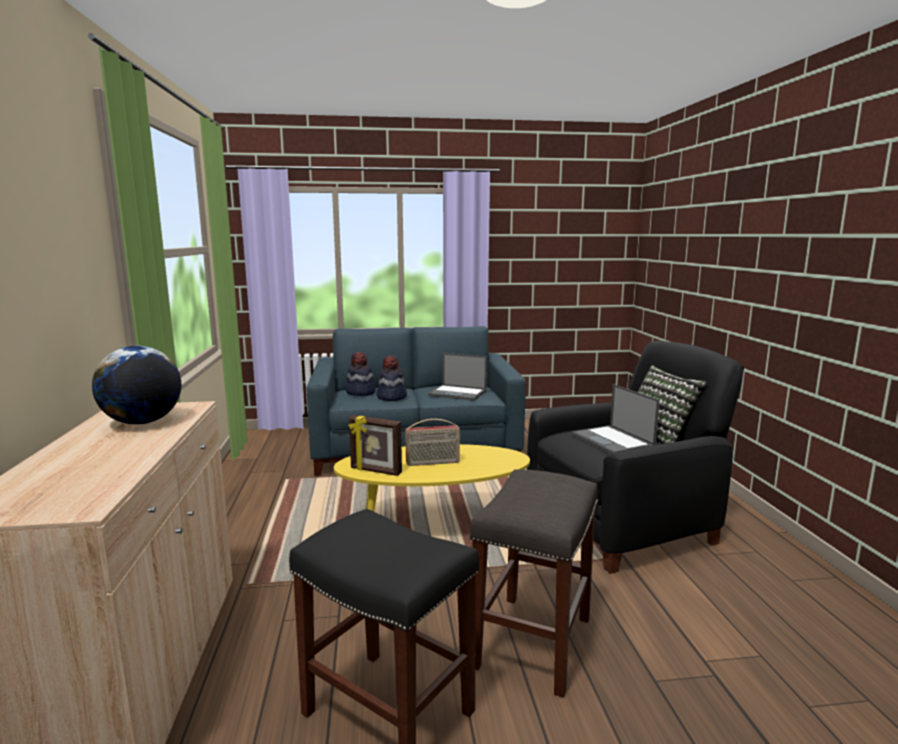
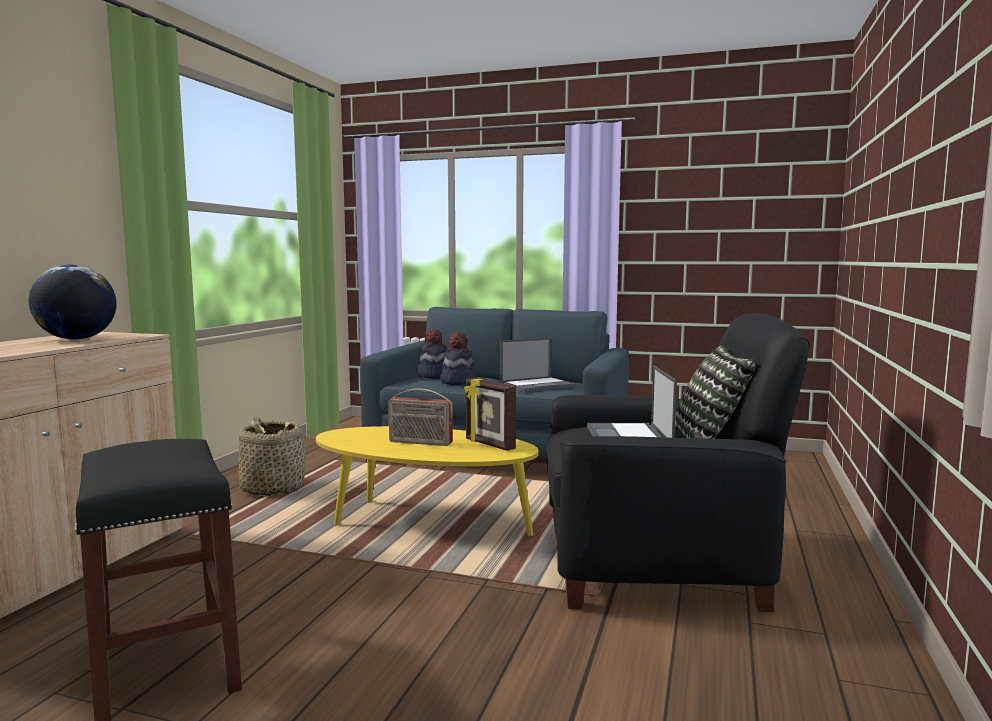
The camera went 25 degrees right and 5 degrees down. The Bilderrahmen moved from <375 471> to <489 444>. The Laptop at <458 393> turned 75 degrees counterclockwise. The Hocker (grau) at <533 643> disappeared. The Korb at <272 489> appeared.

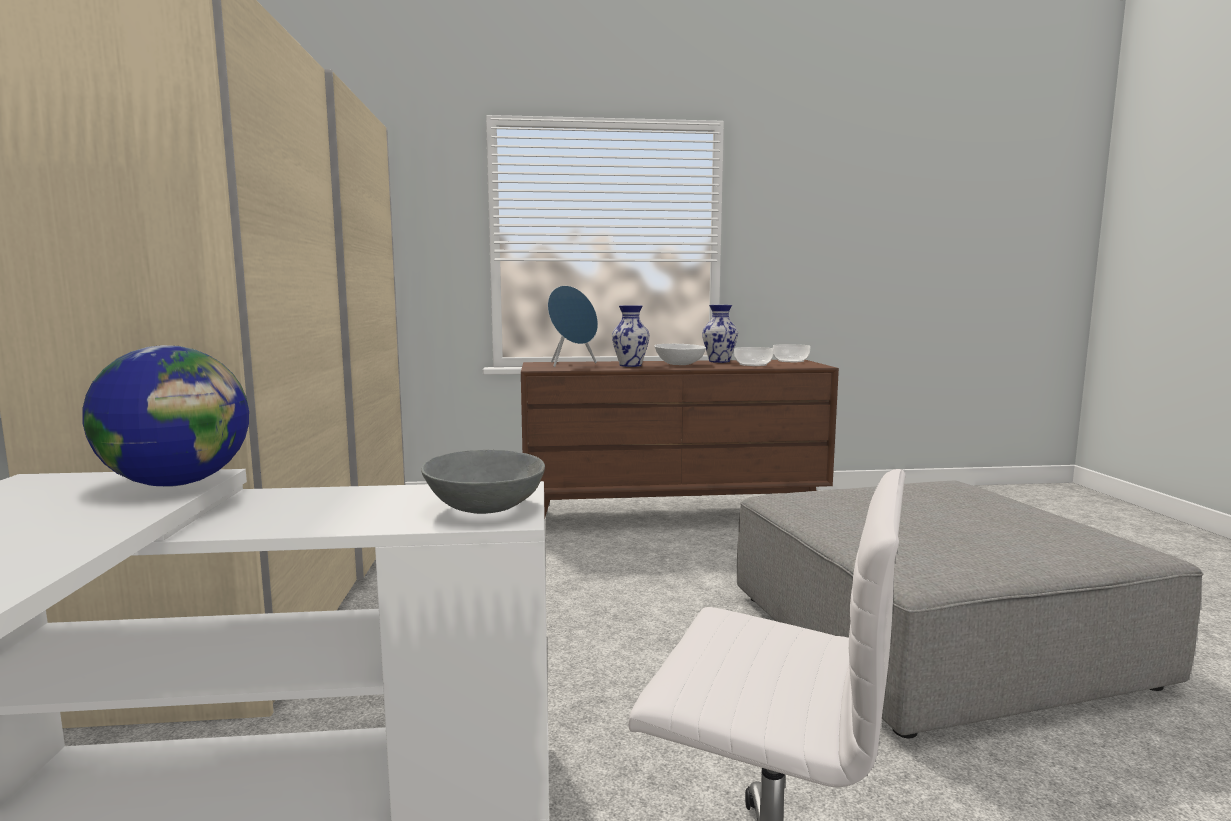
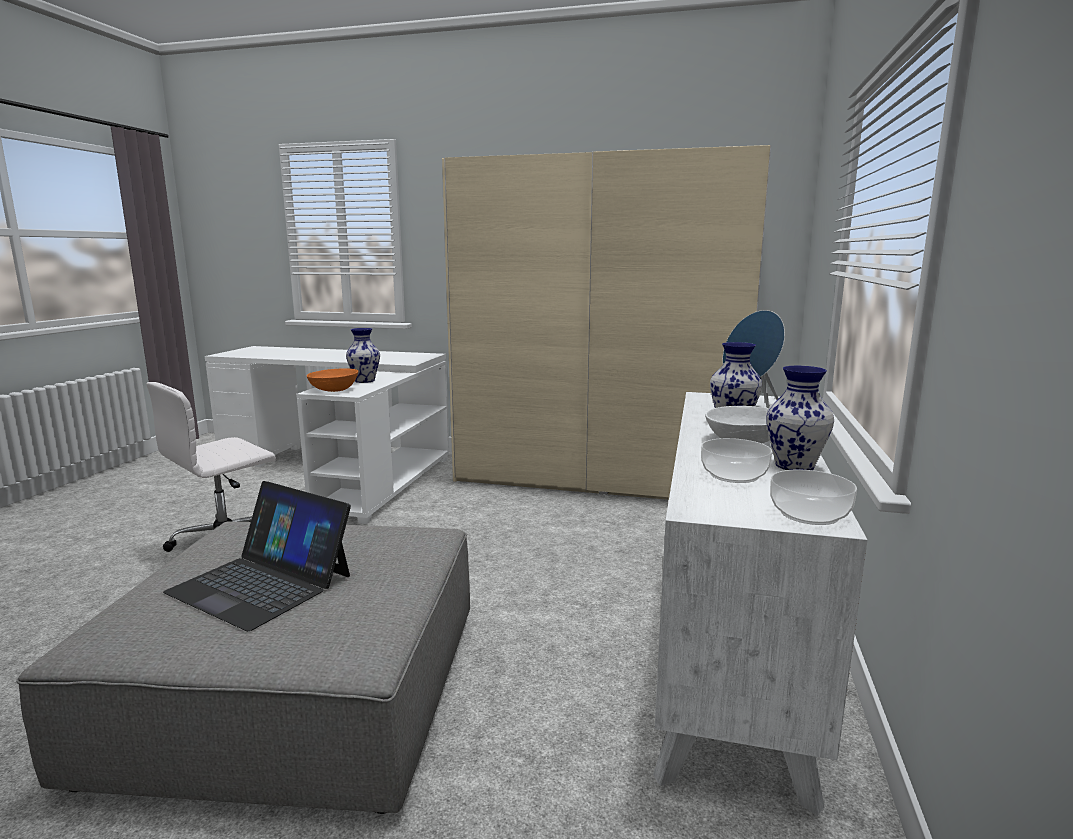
The camera went 110 degrees right and 5 degrees up. The Globus at <178 483> disappeared. The Schüssel (grau) at <483 507> became the Schüssel (orange) at <334 390>. The Kommode (braun) at <673 515> became the Kommode (weiß) at <729 645>. The Laptop at <262 583> appeared. The Vase at <365 381> appeared.

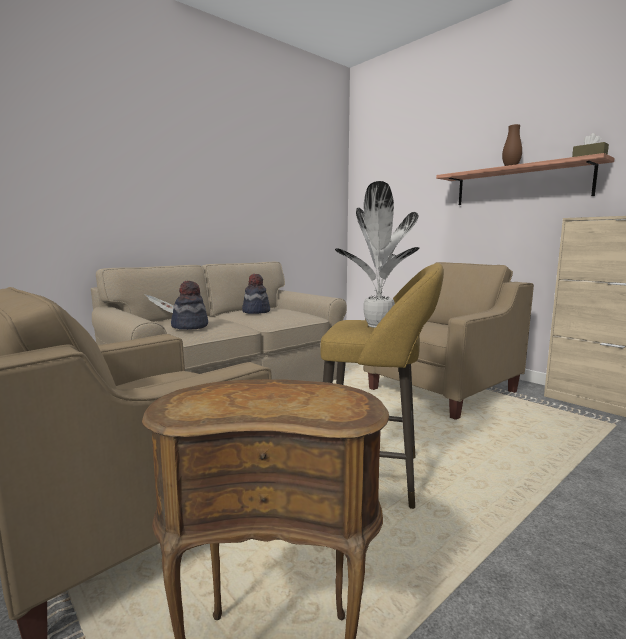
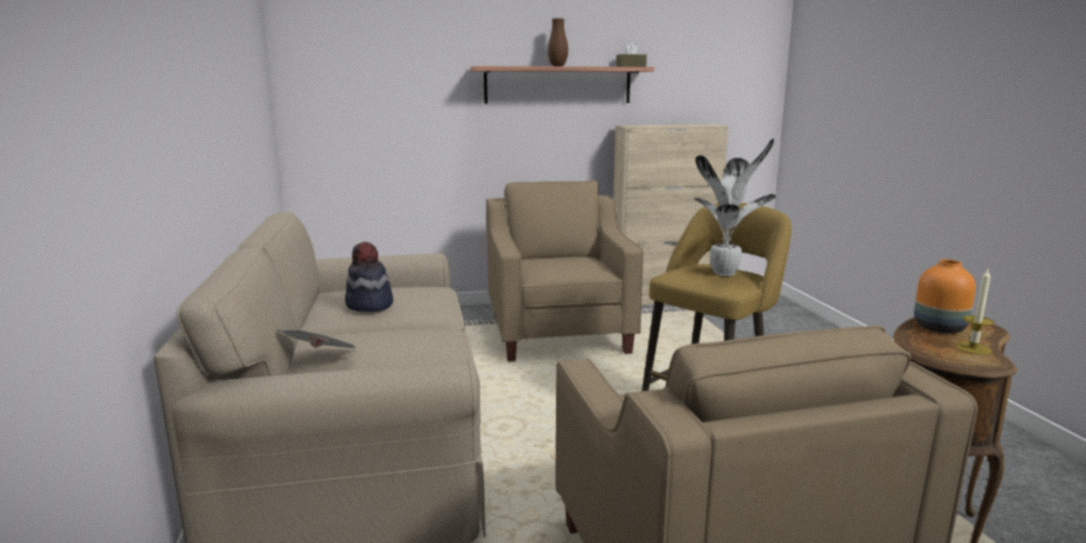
The camera went 60 degrees left and 5 degrees up. The Hut at <190 326> disappeared. The Vase (orange) at <937 328> appeared. The Kerze at <973 348> appeared.

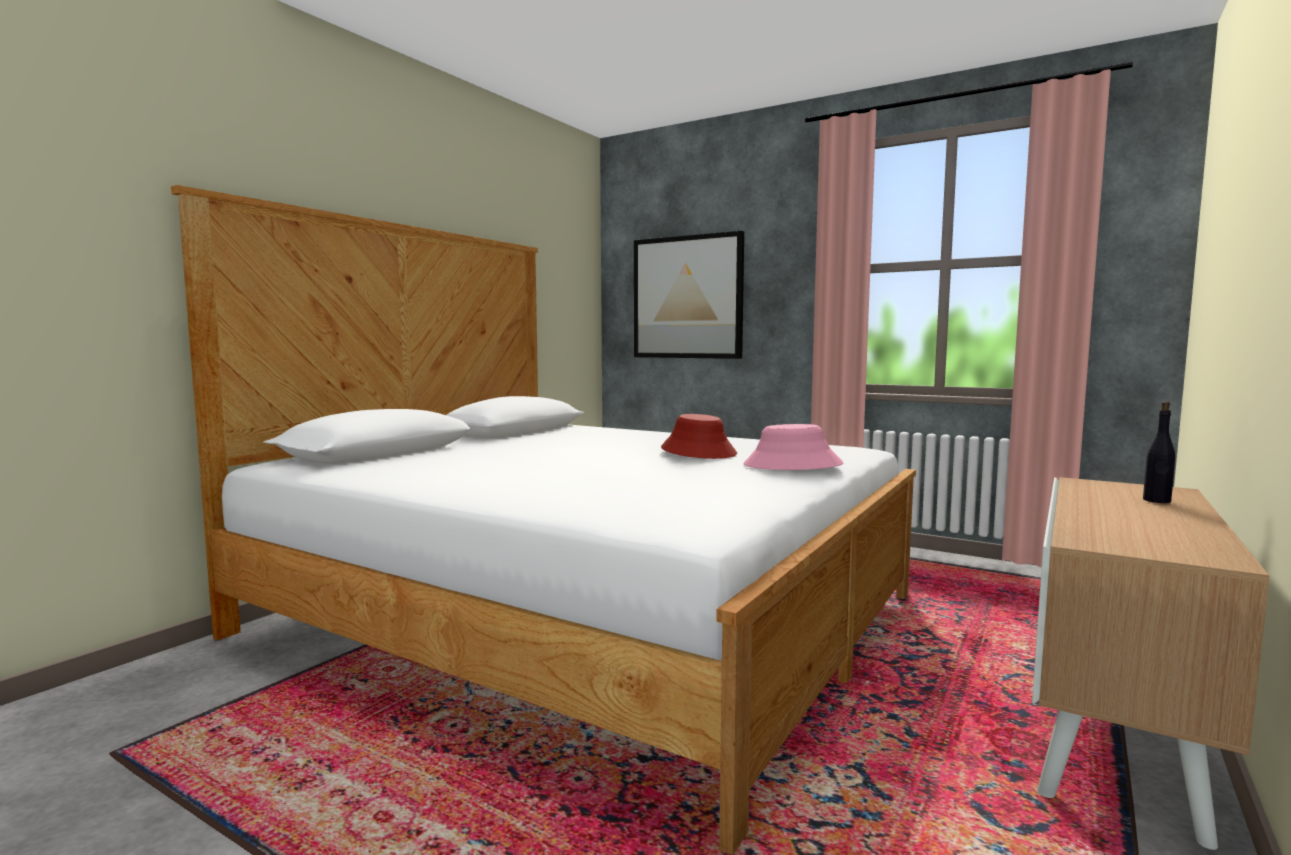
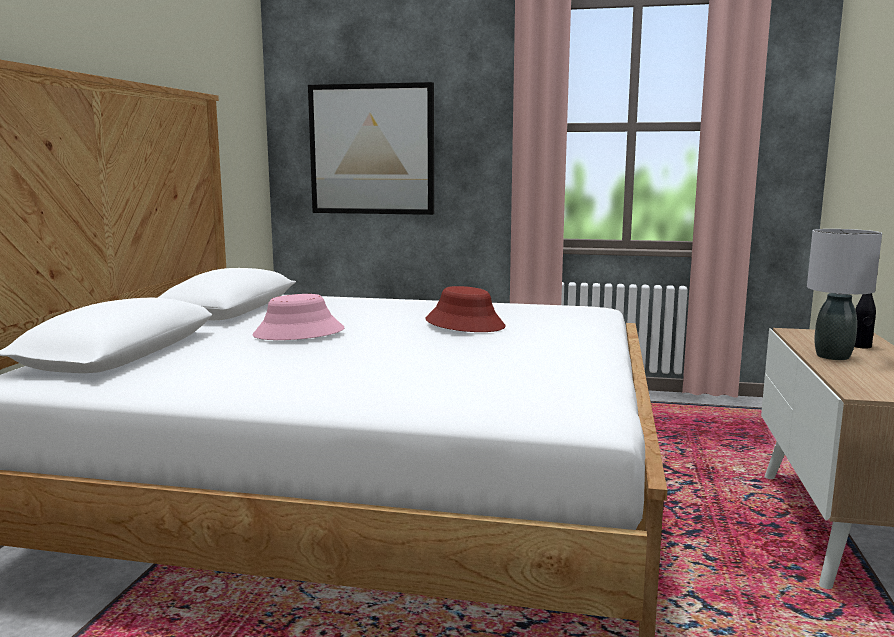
The camera went 20 degrees left and 5 degrees up. The Hut (rosa) moved from <792 465> to <298 333>. The Tischlampe (grau) at <832 356> appeared.

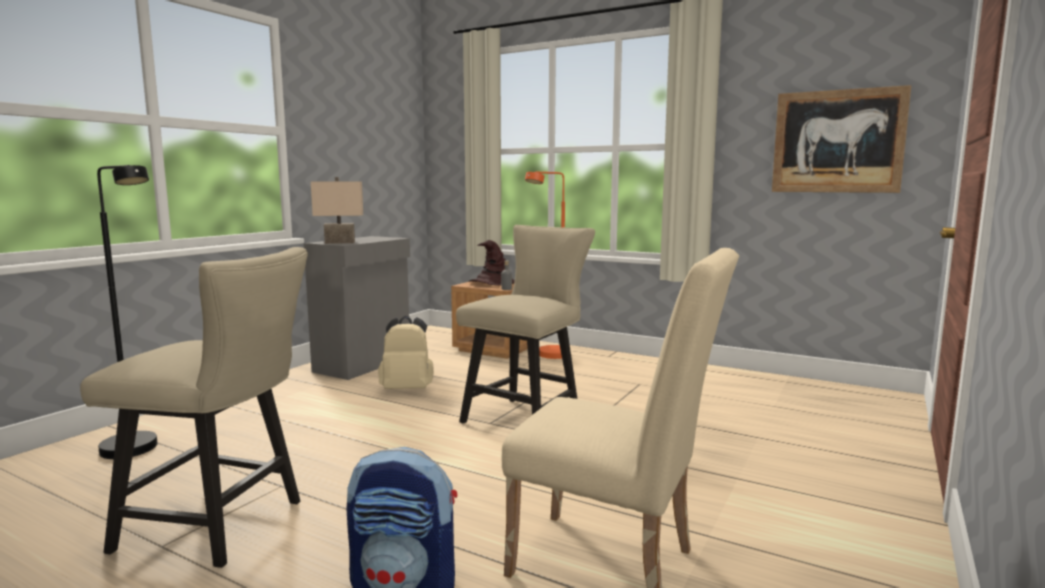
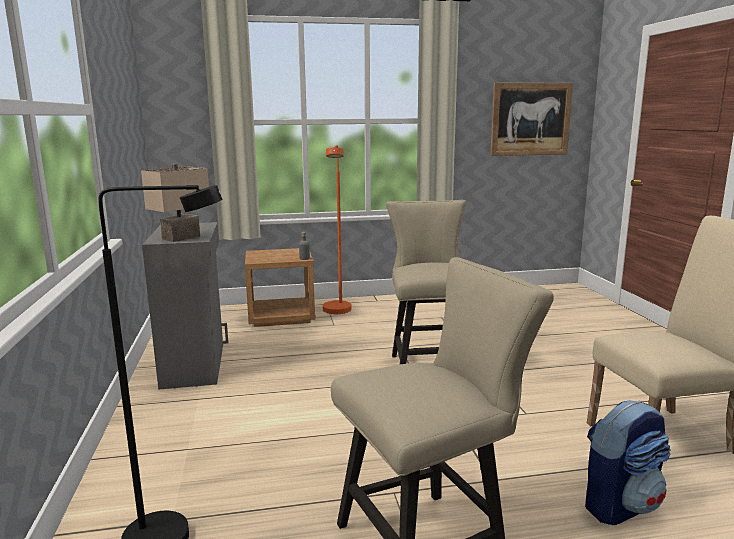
The camera went 40 degrees left and 5 degrees up. The Rucksack (beige) at <407 389> disappeared. The Hut (braun) at <492 283> disappeared.

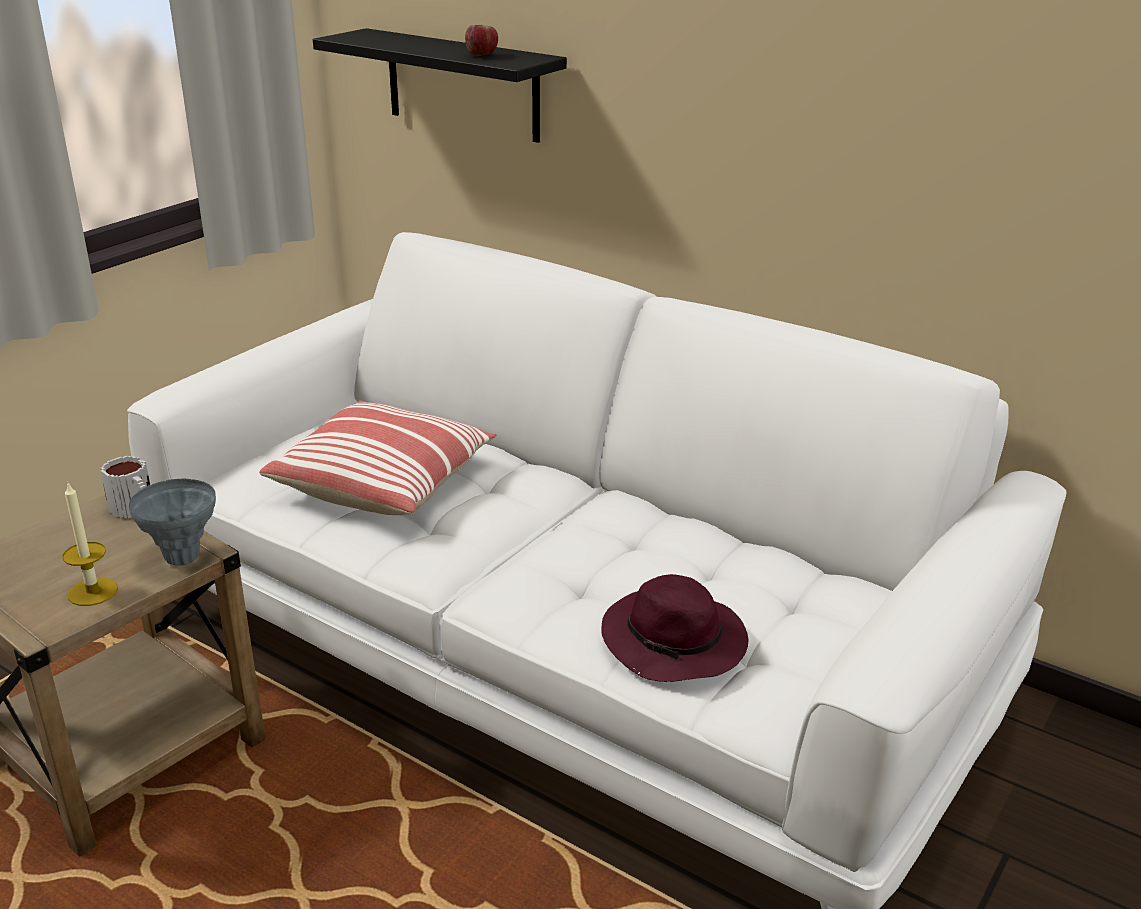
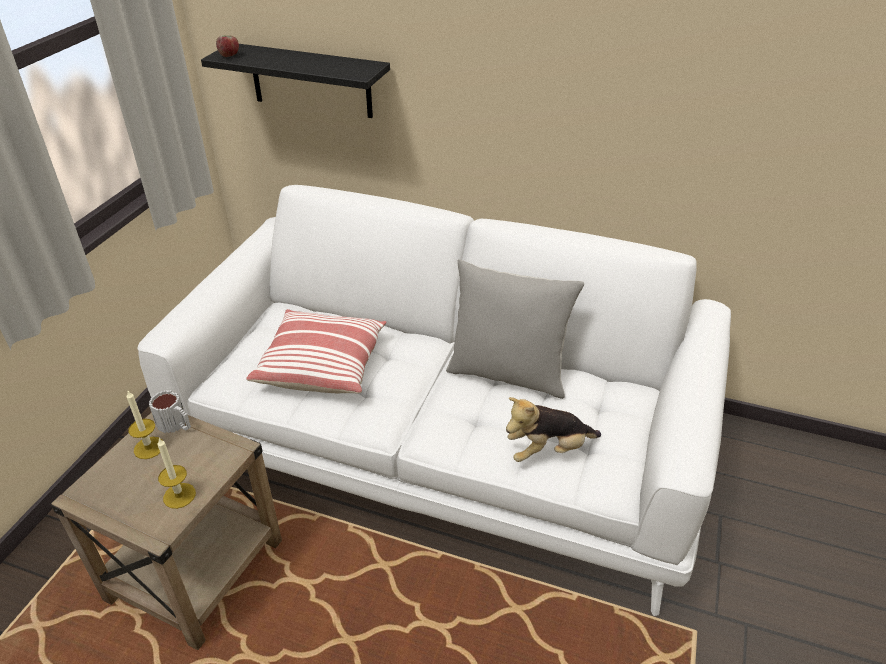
The camera went 15 degrees left and 10 degrees up. The Vase (grau) at <182 557> disappeared. The Apfel moved from <482 55> to <229 55>. The Hut (lila) at <676 643> was replaced by the Plüschtier at <548 450>. The Kerze at <149 448> appeared. The Kissen (grau) at <508 374> appeared.

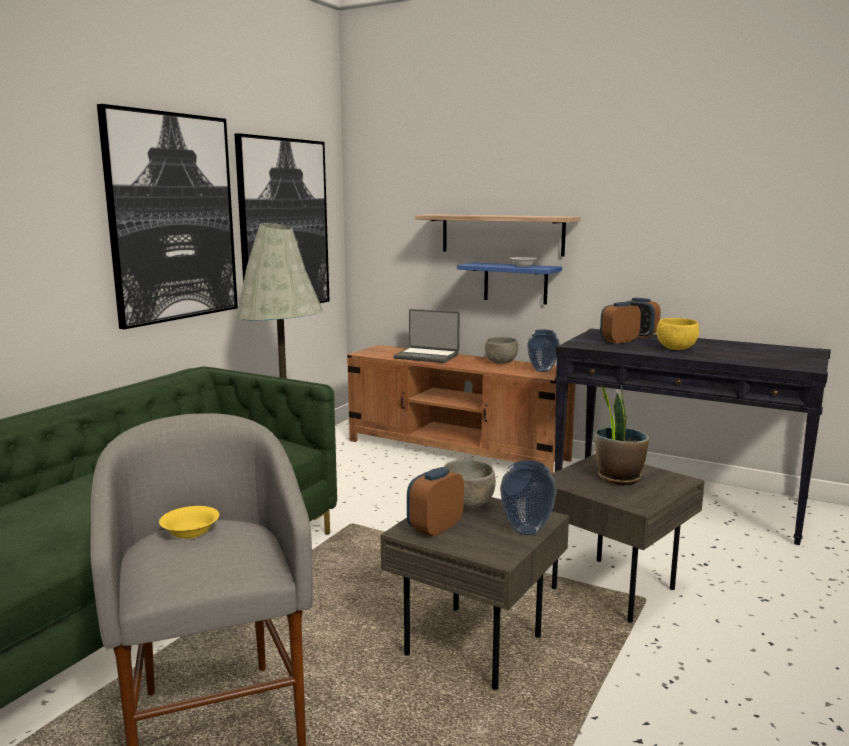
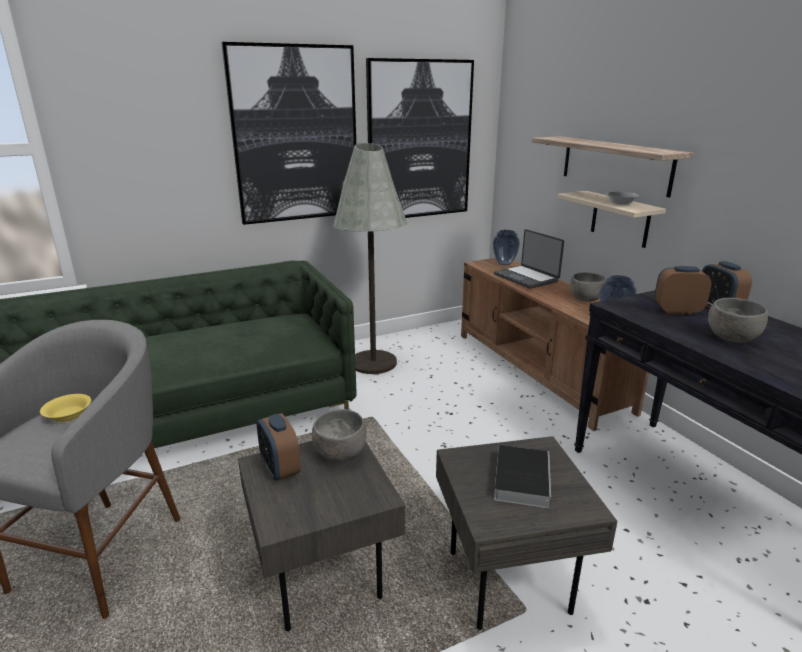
The camera went 35 degrees right and 10 degrees up. The Wecker at <435 528> turned 105 degrees counterclockwise. The Wandregal (blau) at <515 283> became the Wandregal (beige) at <620 219>. The Vase moved from <527 530> to <505 263>. The Topfpflanze at <618 478> was replaced by the Buch at <521 478>. The Schüssel (gelb) at <675 348> became the Schüssel (grau) at <730 338>.

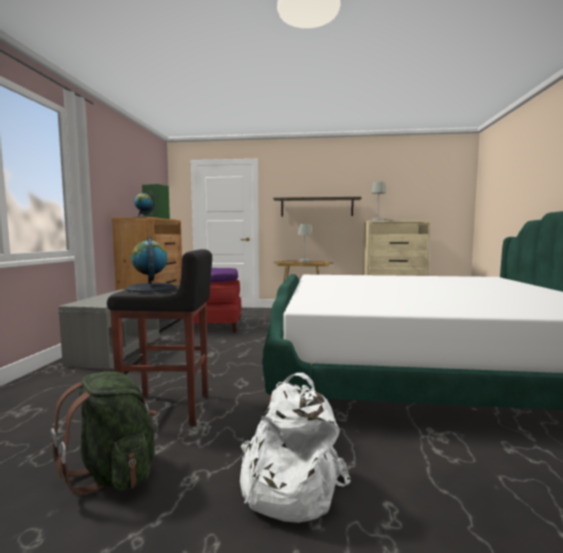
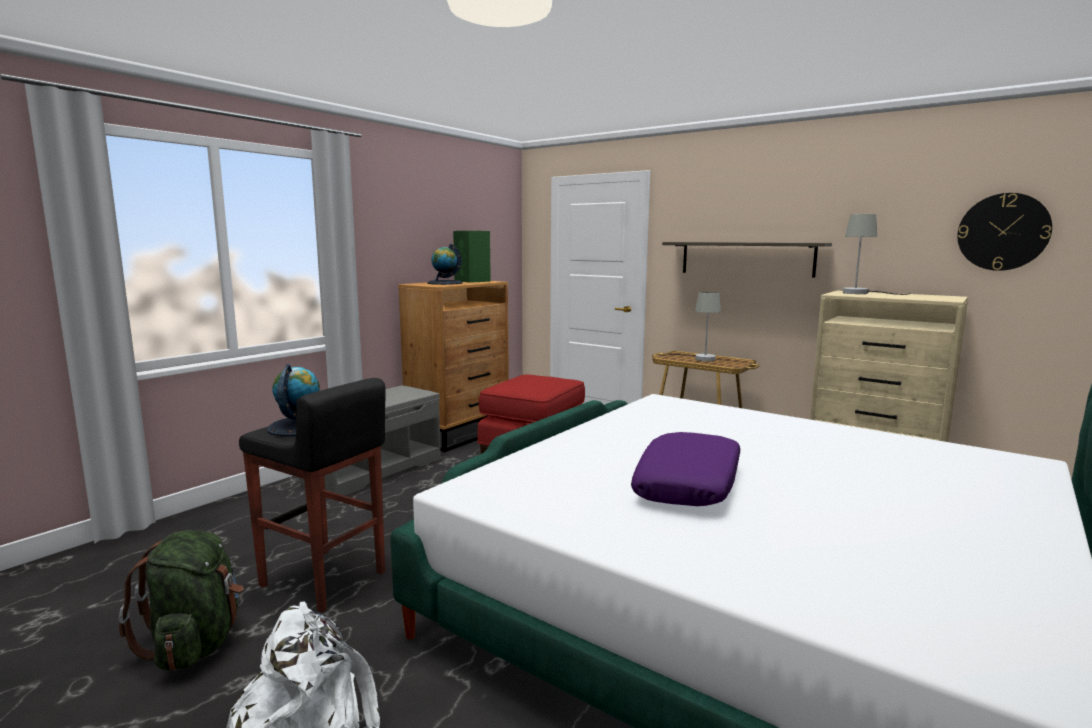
The camera went 30 degrees right and 5 degrees up. The Kissen (lila) moved from <223 281> to <689 484>. The Wanduhr at <1003 232> appeared.

